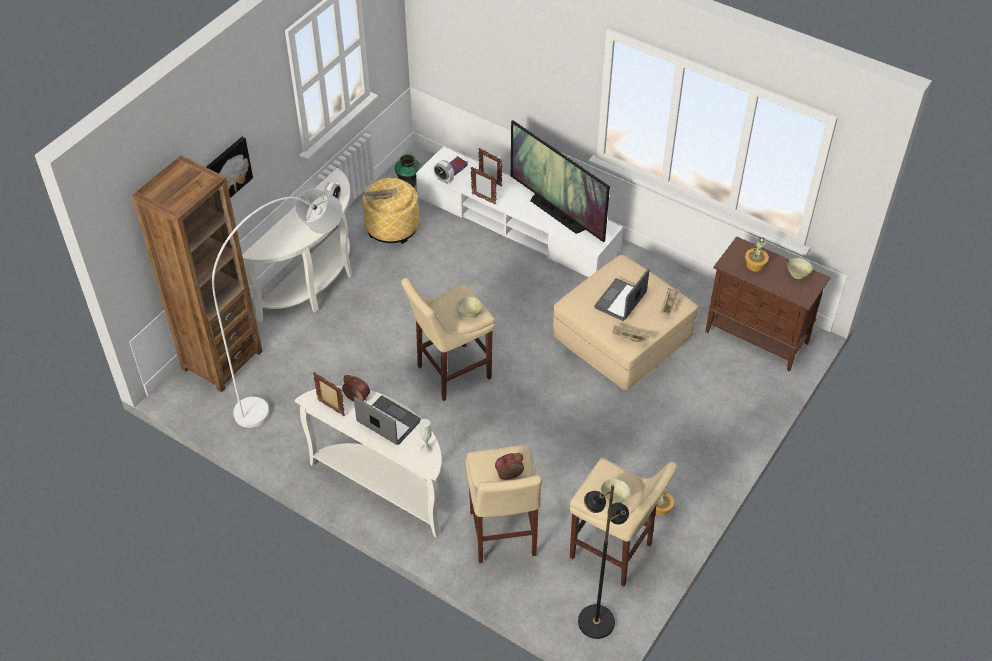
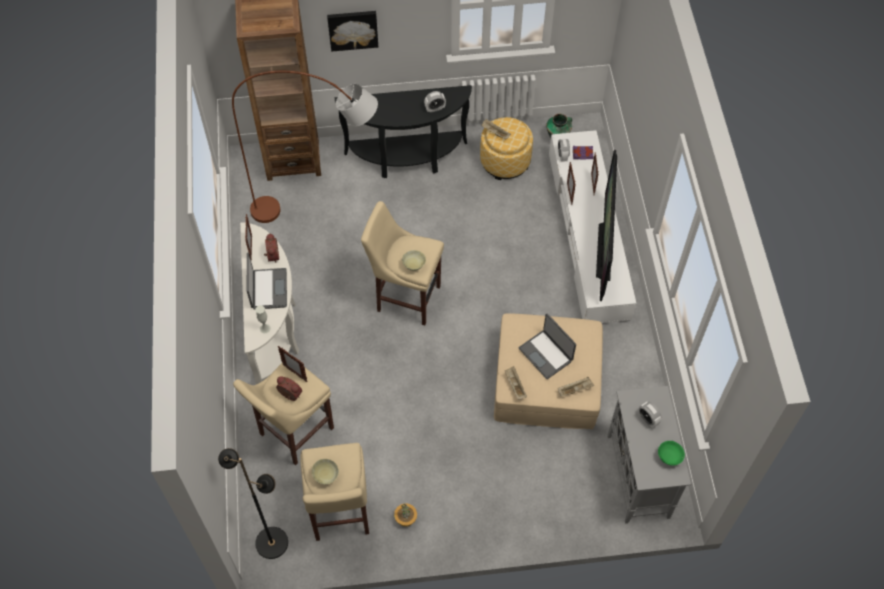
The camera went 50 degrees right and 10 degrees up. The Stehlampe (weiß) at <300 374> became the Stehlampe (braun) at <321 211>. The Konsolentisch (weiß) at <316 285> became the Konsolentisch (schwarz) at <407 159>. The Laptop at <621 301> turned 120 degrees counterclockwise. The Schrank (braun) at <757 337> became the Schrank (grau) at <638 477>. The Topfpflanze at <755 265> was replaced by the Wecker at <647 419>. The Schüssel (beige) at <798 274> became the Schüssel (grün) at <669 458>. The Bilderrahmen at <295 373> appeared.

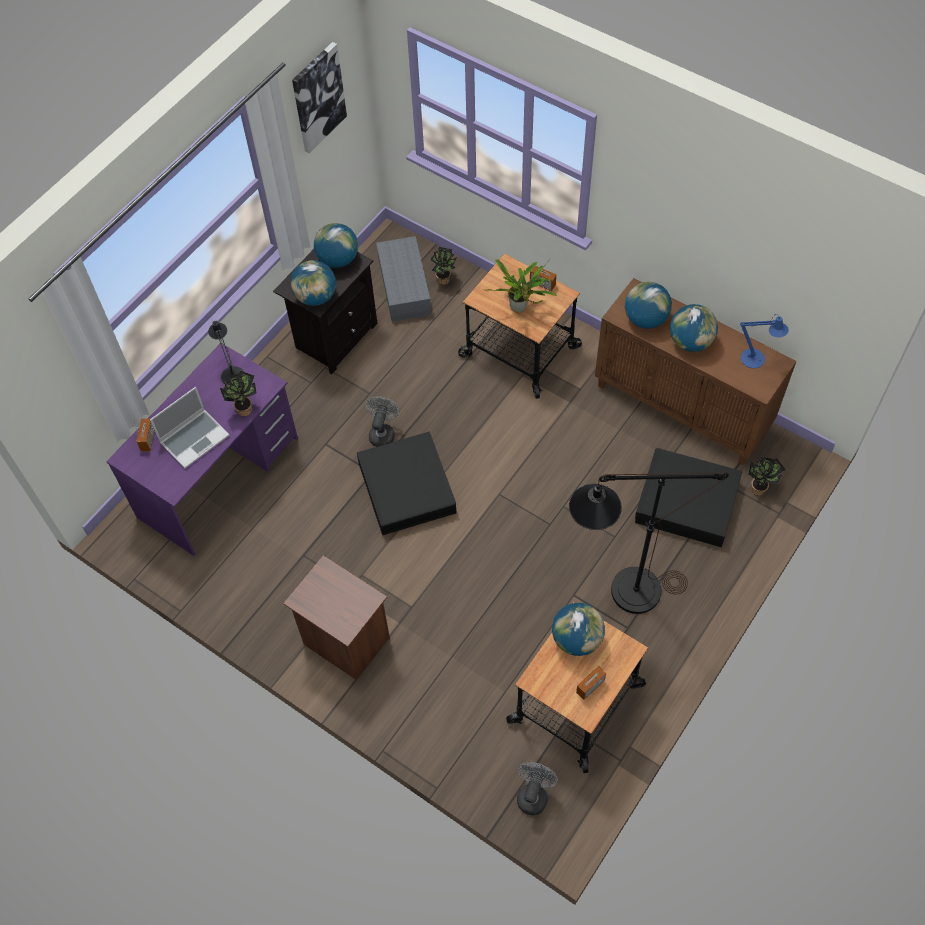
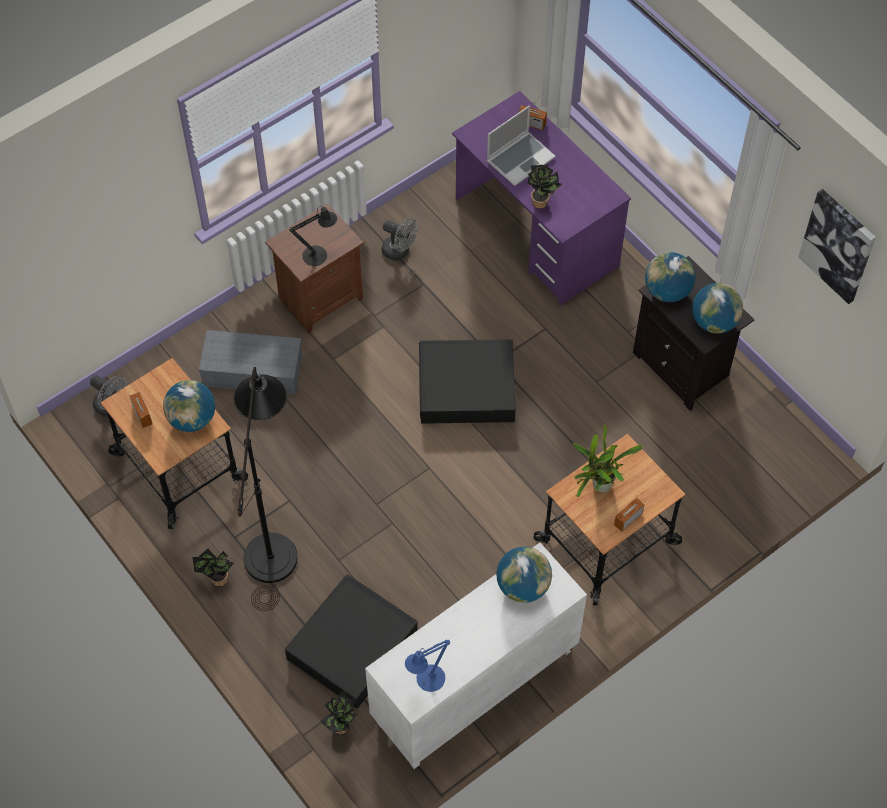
The camera went 105 degrees right and 0 degrees up. The Laptop at <195 438> turned 105 degrees counterclockwise. The Tischlampe (schwarz) moved from <231 373> to <318 255>. The Ventilator (grau) moved from <382 433> to <399 251>. The Aufbewahrungsbox (grau) moved from <405 288> to <251 371>. The Topfpflanze moved from <444 280> to <217 580>. The Schrank (braun) at <683 407> became the Schrank (weiß) at <474 688>. The Globus at <690 341> disappeared.

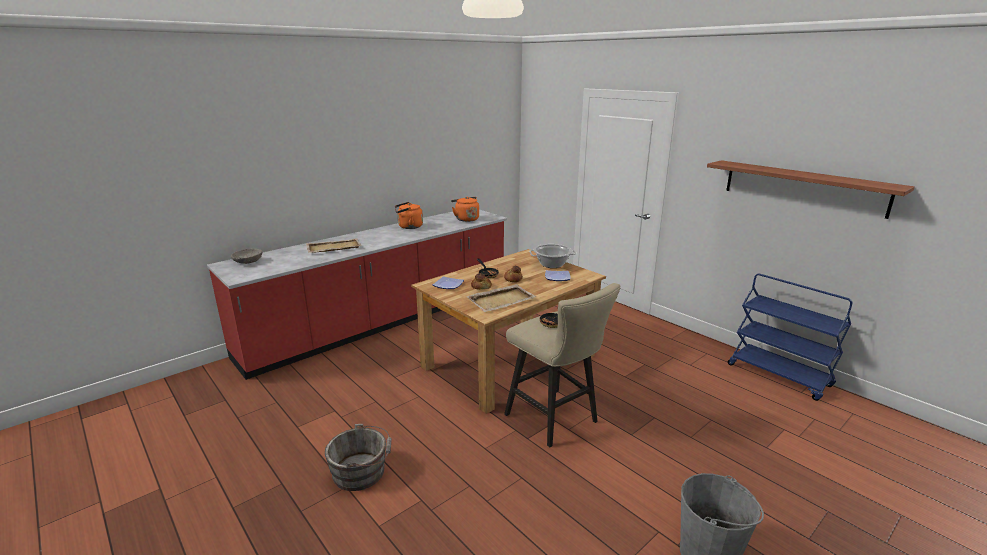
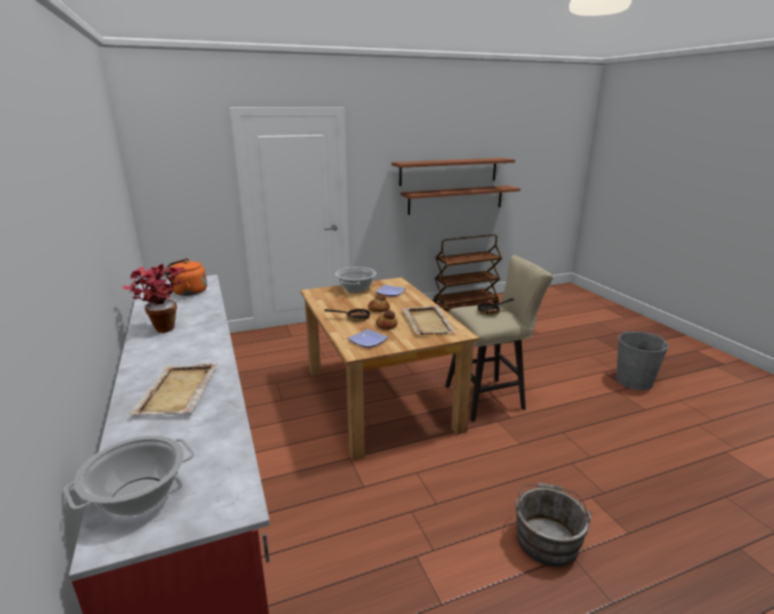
The camera went 70 degrees left and 0 degrees up. The Schüssel (grau) at <248 262> was replaced by the Kochtopf at <139 496>. The Wasserkessel (orange) at <408 227> was replaced by the Topfpflanze at <162 327>. The Rollwagen (blau) at <779 375> became the Rollwagen (braun) at <465 304>. The Wandregal at <456 199> appeared.

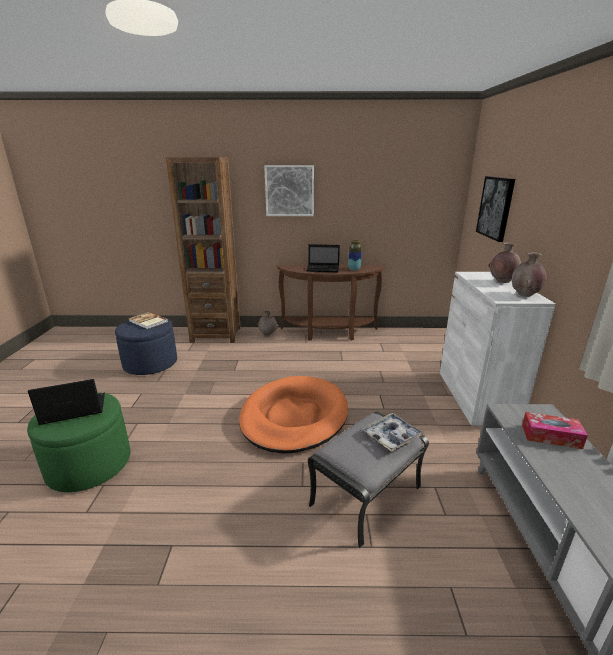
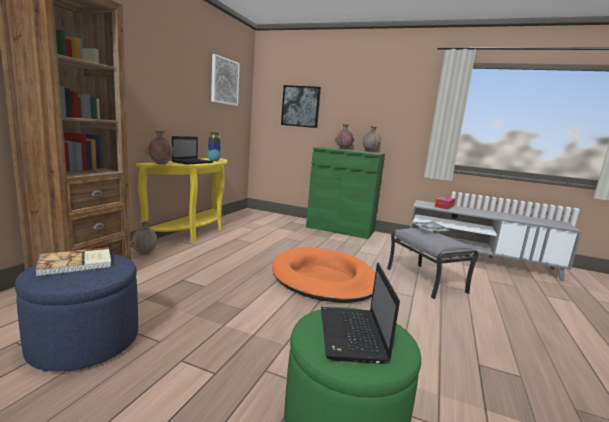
The camera went 70 degrees left and 10 degrees down. The Bild moved from <289 191> to <224 81>. The Konsolentisch (braun) at <329 333> became the Konsolentisch (gelb) at <194 233>. The Schrank (weiß) at <476 396> became the Schrank (grün) at <340 229>. The Vase (braun) at <160 164> appeared.

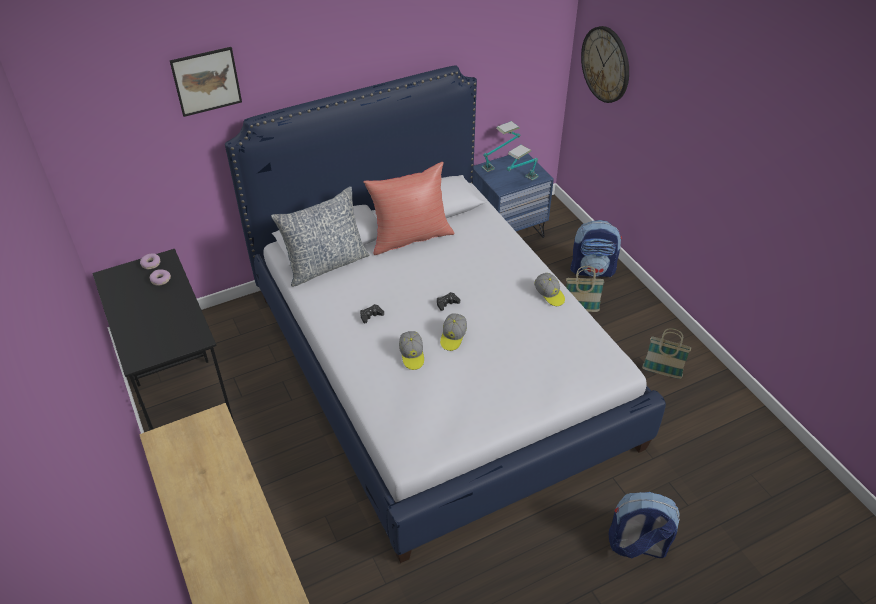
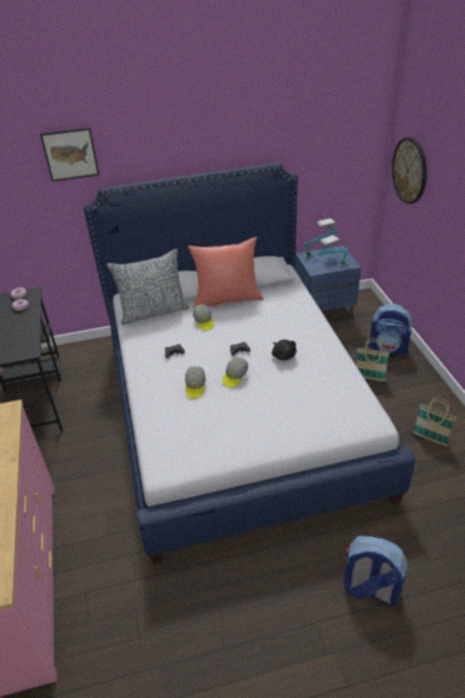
The camera went 15 degrees right and 5 degrees down. The Kappe moved from <549 294> to <203 322>. The Plüschtier (schwarz) at <283 355> appeared.

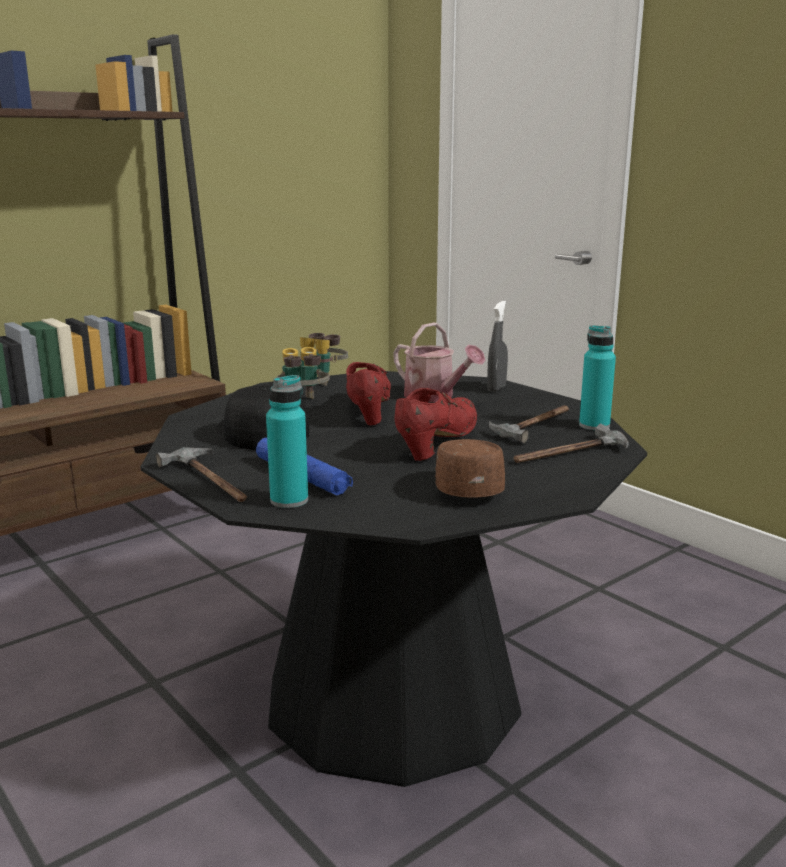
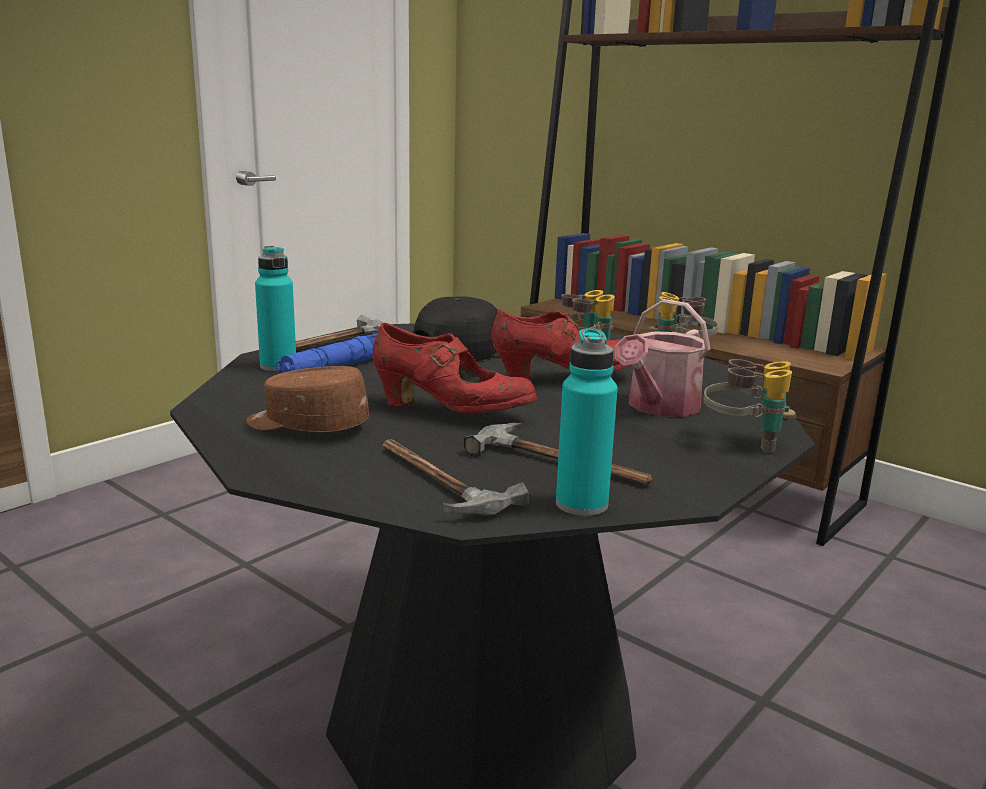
The camera went 80 degrees right and 0 degrees up. The Kappe (braun) at <467 487> turned 150 degrees counterclockwise. The Sprühflasche (grau) at <496 388> was replaced by the Fernglas at <744 442>.

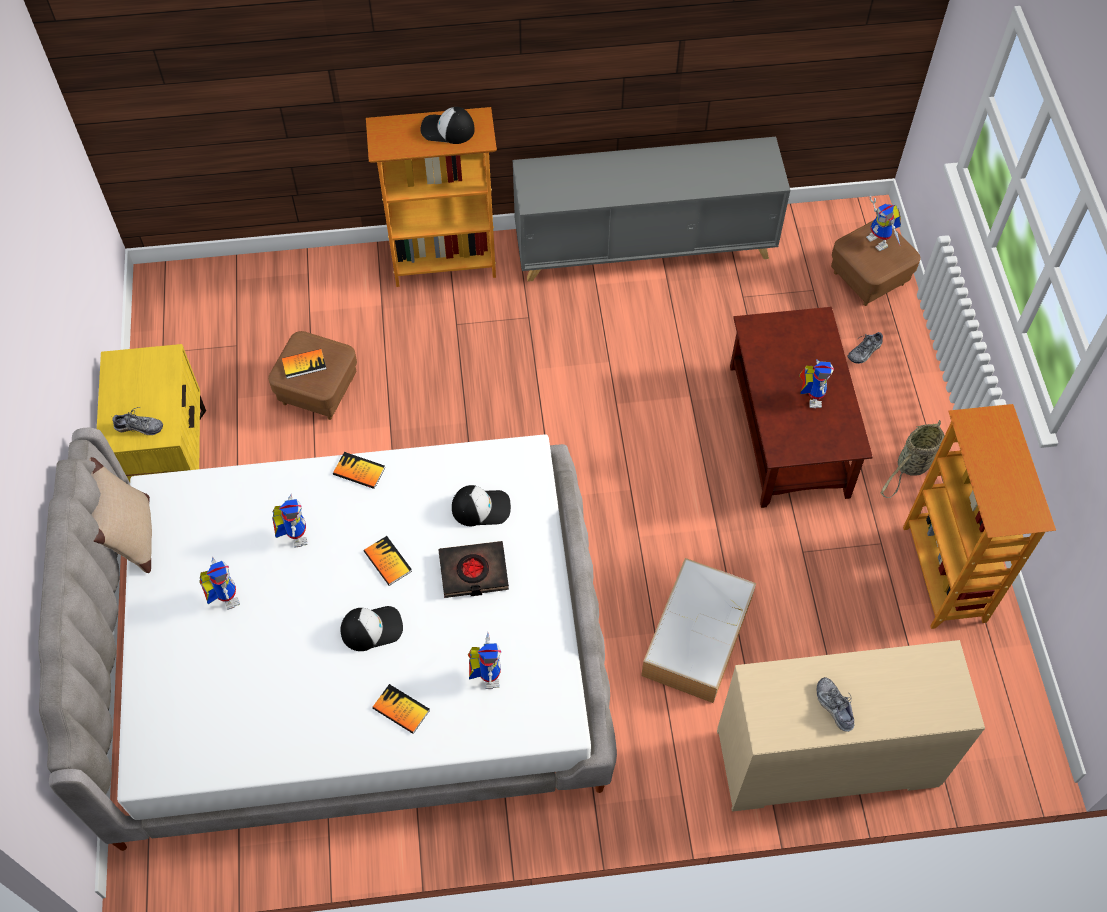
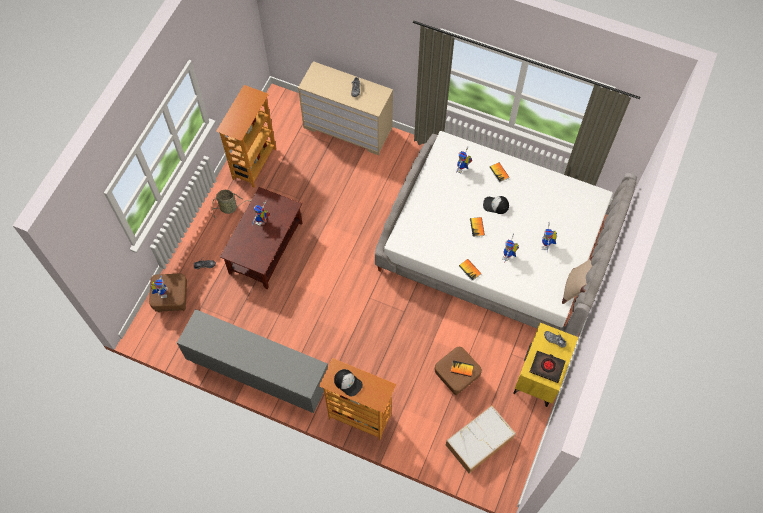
The camera went 150 degrees left and 5 degrees up. The Buch (schwarz) moved from <473 572> to <547 367>. The Kappe at <481 507> disappeared. The Aufbewahrungsbox moved from <697 635> to <479 442>.

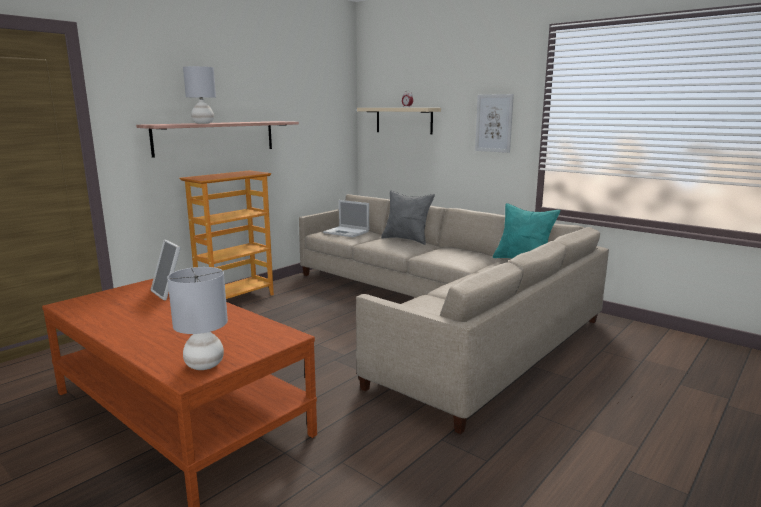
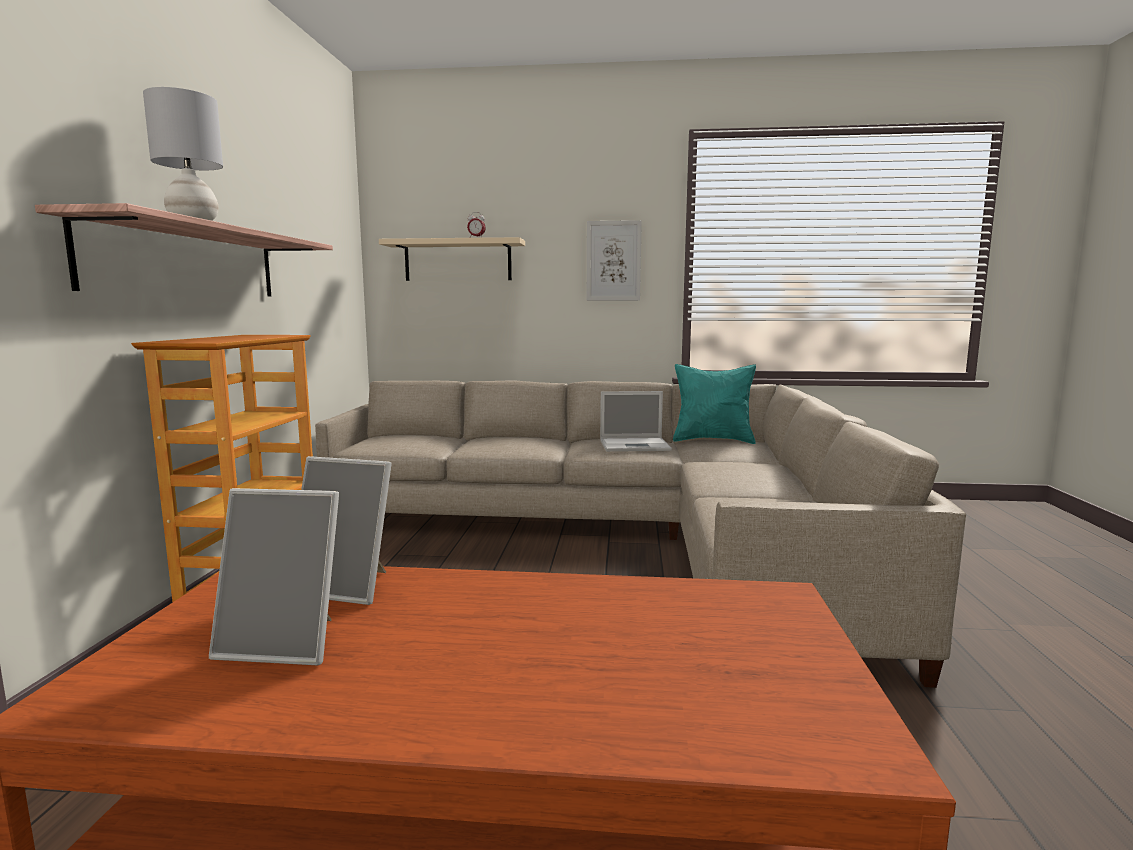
The camera went 35 degrees left and 5 degrees down. The Tischlampe (grau) at <204 365> disappeared. The Laptop moved from <347 232> to <636 445>. The Kissen (grau) at <406 240> disappeared. The Bilderrahmen at <287 643> appeared.

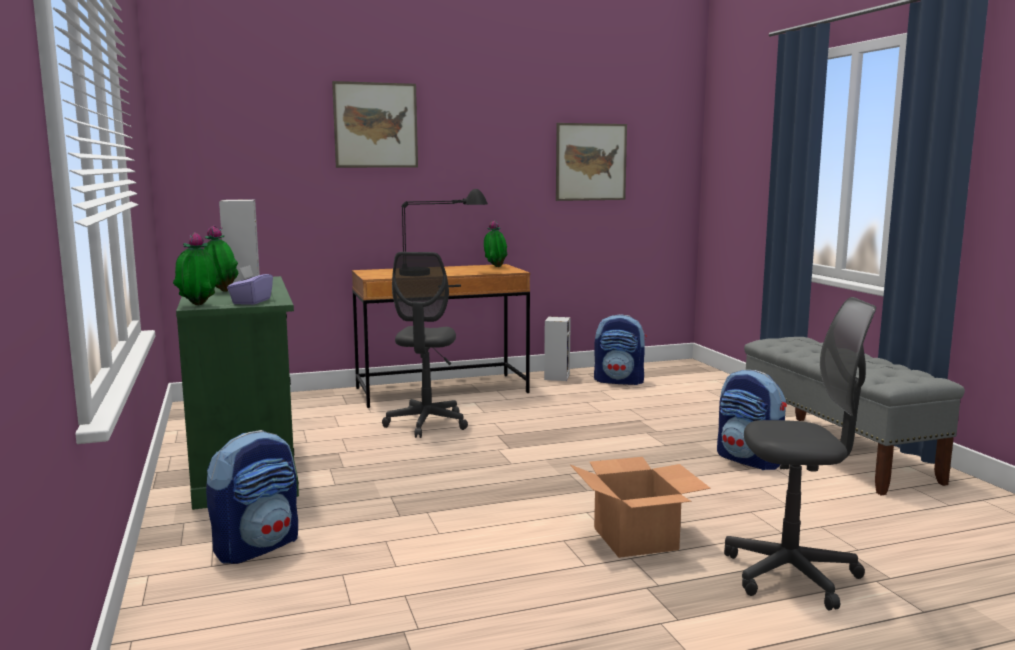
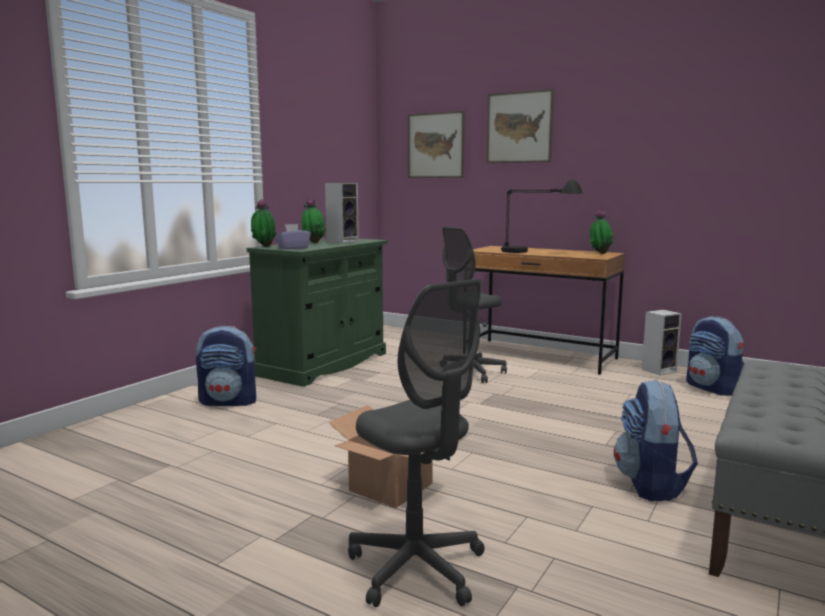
The camera went 50 degrees right and 0 degrees up. The Bild moved from <591 162> to <435 145>.

